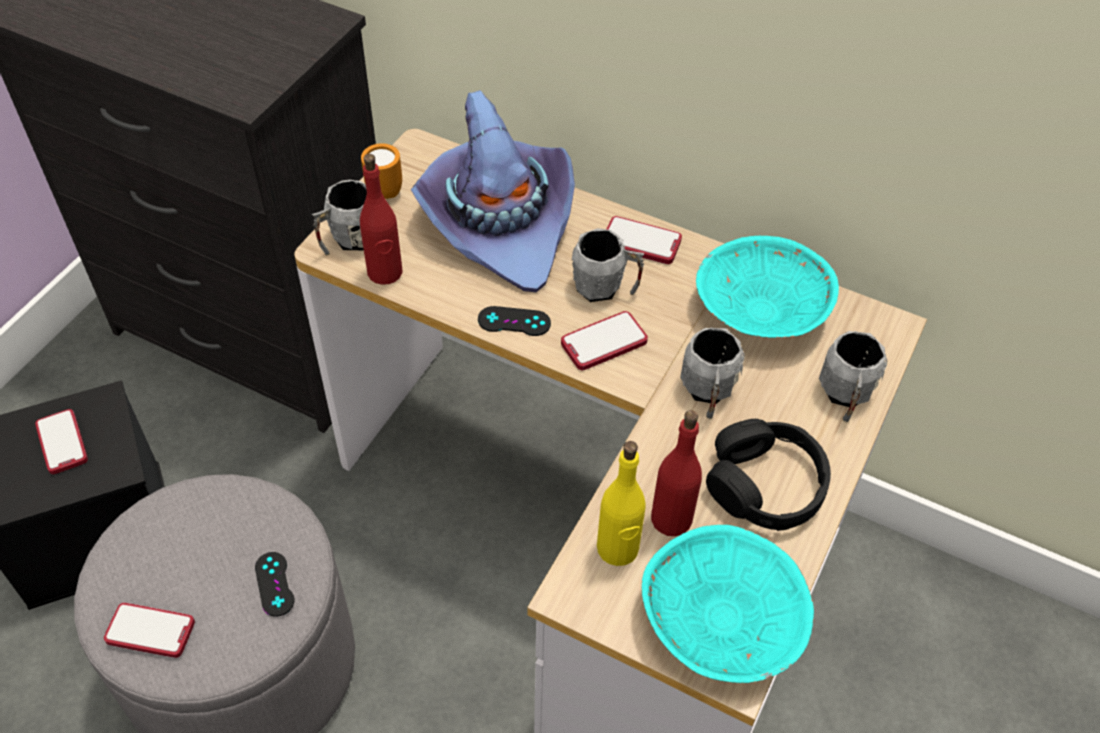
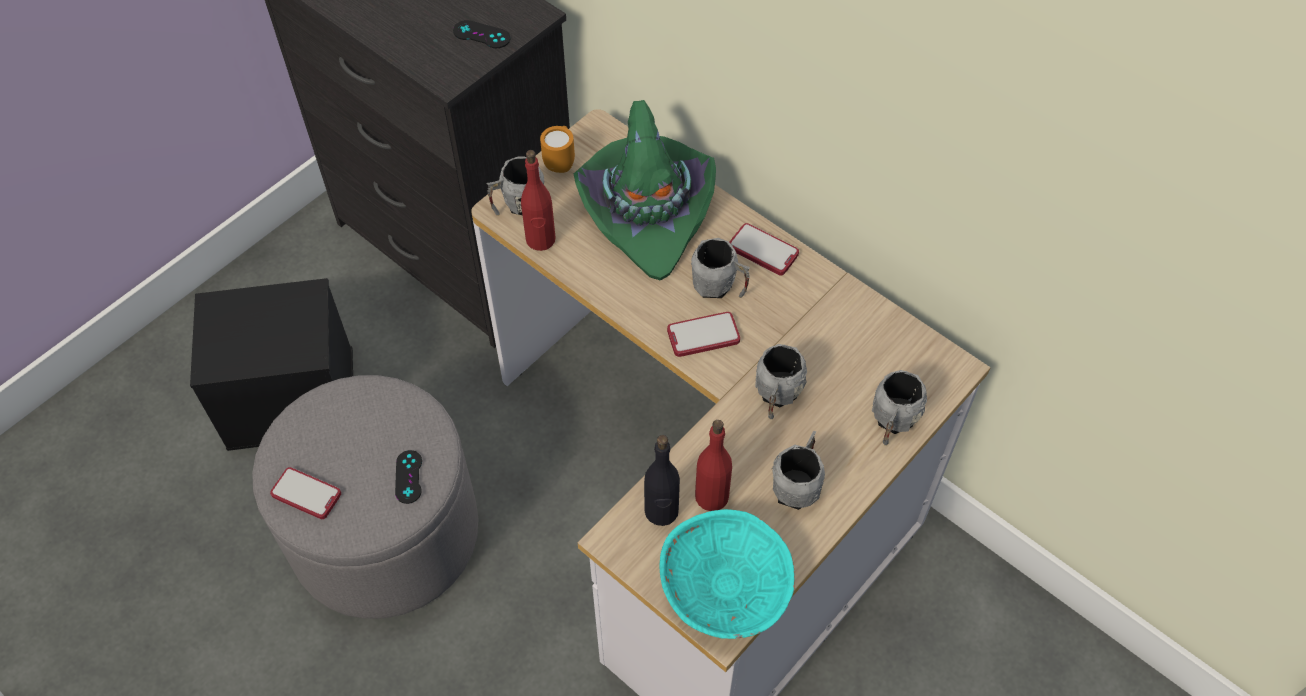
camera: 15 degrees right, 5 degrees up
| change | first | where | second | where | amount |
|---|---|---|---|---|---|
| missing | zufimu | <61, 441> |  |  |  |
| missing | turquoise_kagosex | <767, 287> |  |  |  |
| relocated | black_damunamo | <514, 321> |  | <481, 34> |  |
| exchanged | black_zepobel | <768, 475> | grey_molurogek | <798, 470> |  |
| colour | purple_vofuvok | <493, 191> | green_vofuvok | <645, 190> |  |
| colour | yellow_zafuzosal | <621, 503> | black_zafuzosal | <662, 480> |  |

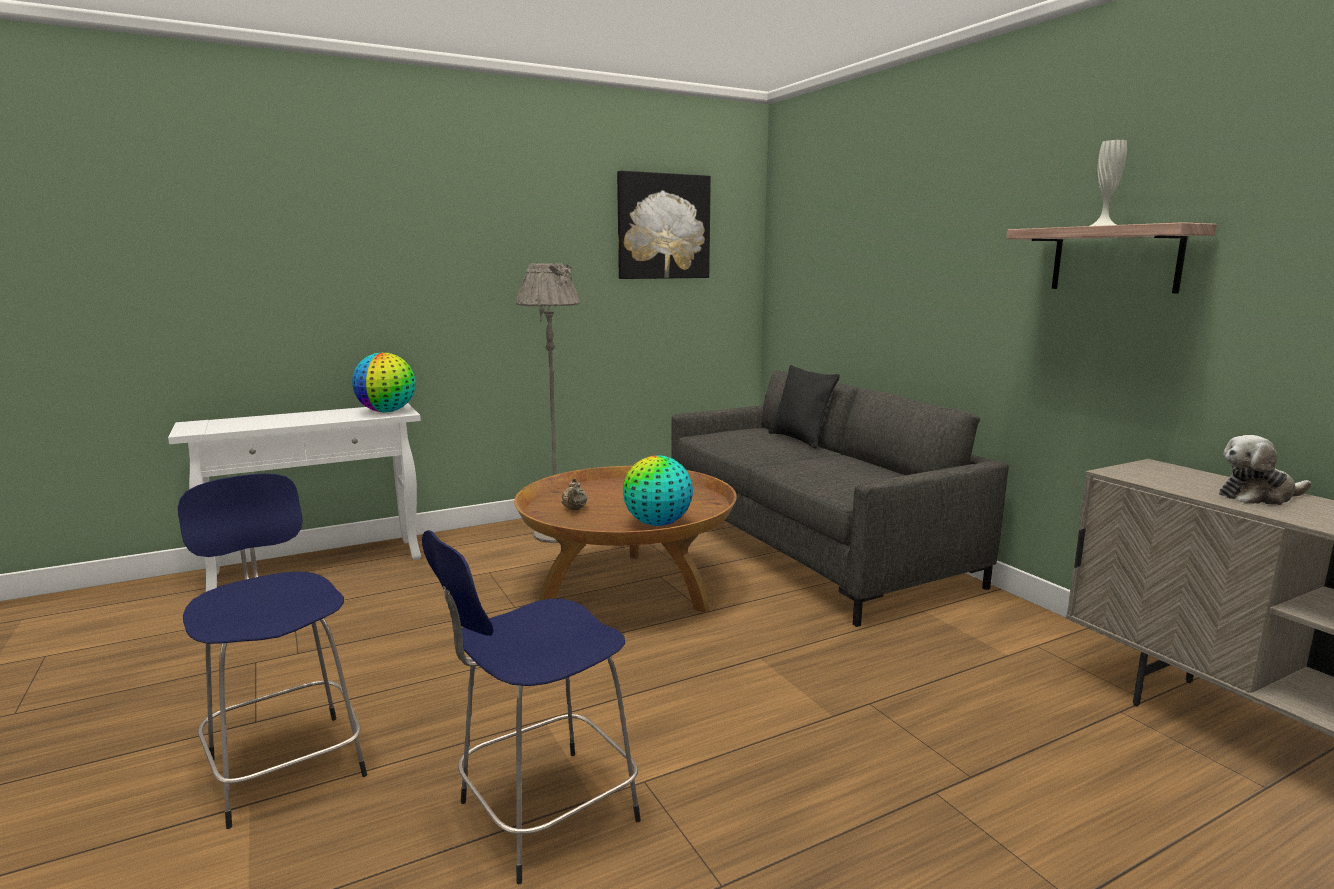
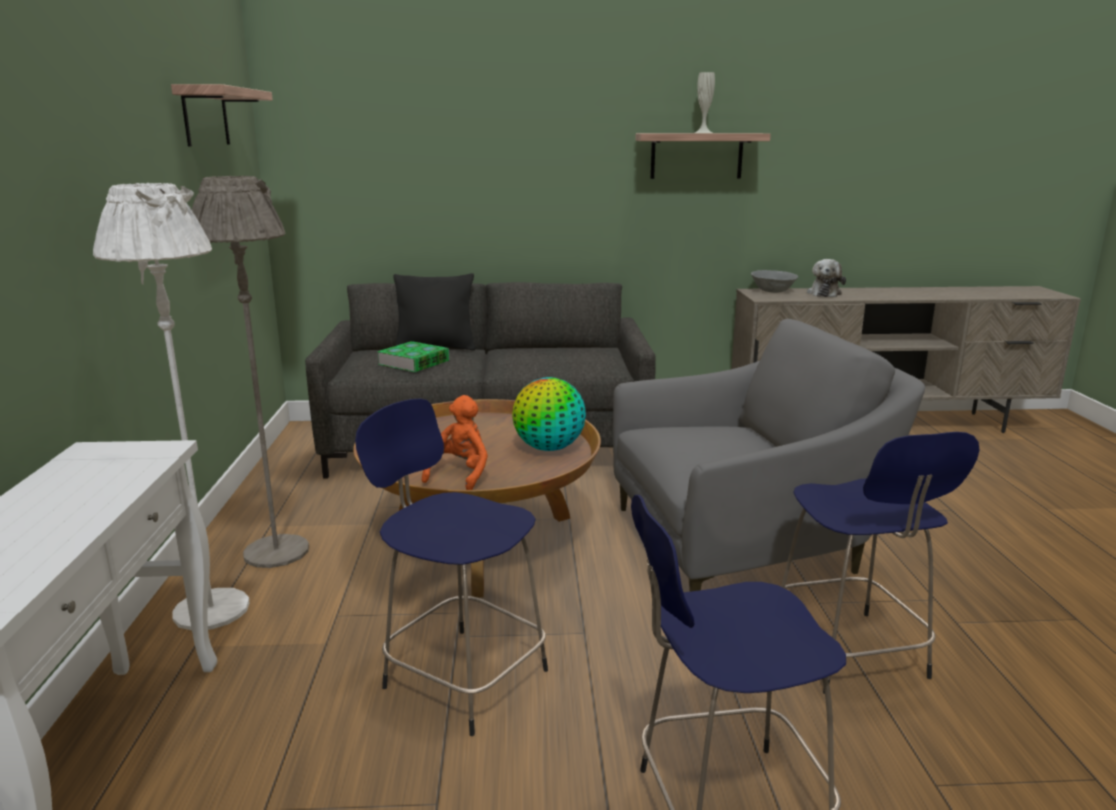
camera: 65 degrees left, 5 degrees up
| change | first | where | second | where | amount |
|---|---|---|---|---|---|
| missing | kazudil | <384, 382> |  |  |  |
| appeared |  |  | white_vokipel | <171, 406> |  |
| appeared |  |  | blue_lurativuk | <451, 567> |  |
| appeared |  |  | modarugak | <413, 356> |  |
| appeared |  |  | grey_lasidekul | <769, 455> |  |
| appeared |  |  | grey_kagosex | <774, 281> |  |
| exchanged | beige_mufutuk | <574, 494> | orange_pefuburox | <455, 442> |  |
| exchanged | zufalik | <664, 225> | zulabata | <222, 115> |  |

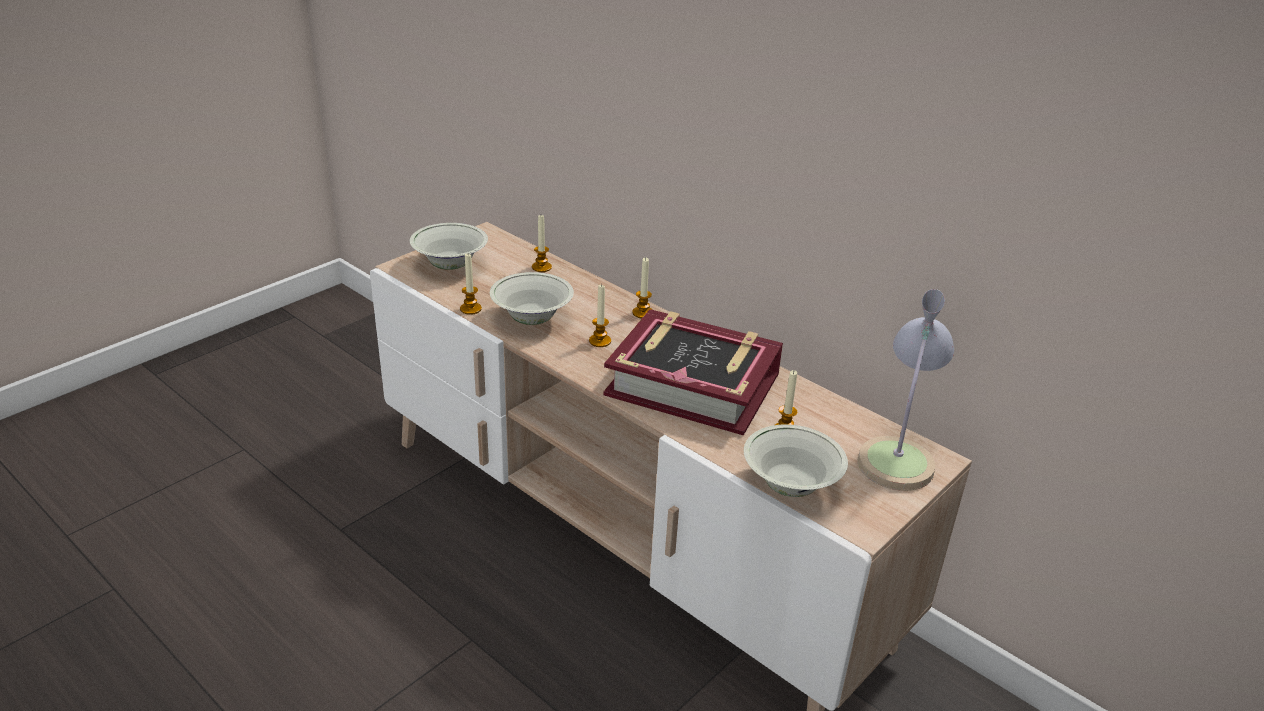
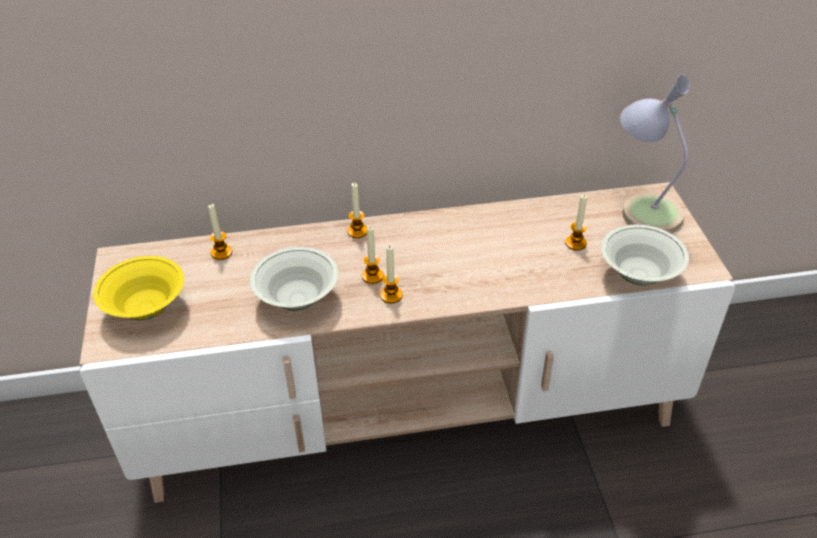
camera: 50 degrees left, 10 degrees up
| change | first | where | second | where | amount |
|---|---|---|---|---|---|
| missing | modarugak | <693, 372> |  |  |  |
| relocated | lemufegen | <471, 284> |  | <391, 274> |  |
| colour | white_kagosex | <449, 246> | yellow_kagosex | <138, 288> |  |

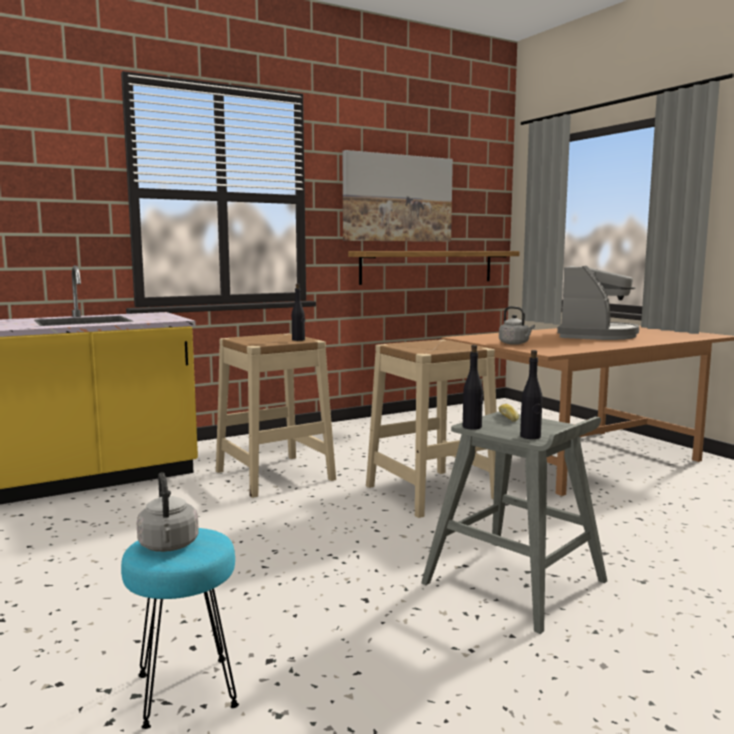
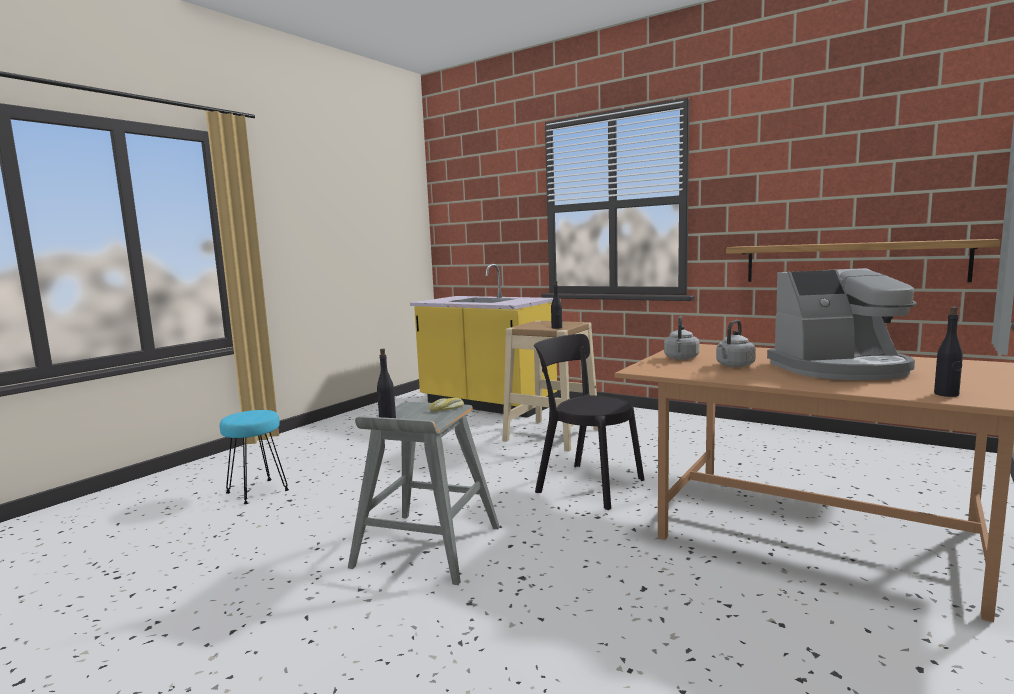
camera: 65 degrees right, 0 degrees up
| change | first | where | second | where | amount |
|---|---|---|---|---|---|
| missing | zufalik | <397, 196> |  |  |  |
| relocated | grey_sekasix | <168, 512> |  | <736, 343> |  |
| relocated | black_zafuzosal | <473, 387> |  | <948, 352> |  |
| exchanged | beige_lurativuk | <431, 429> | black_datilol | <589, 422> |  |

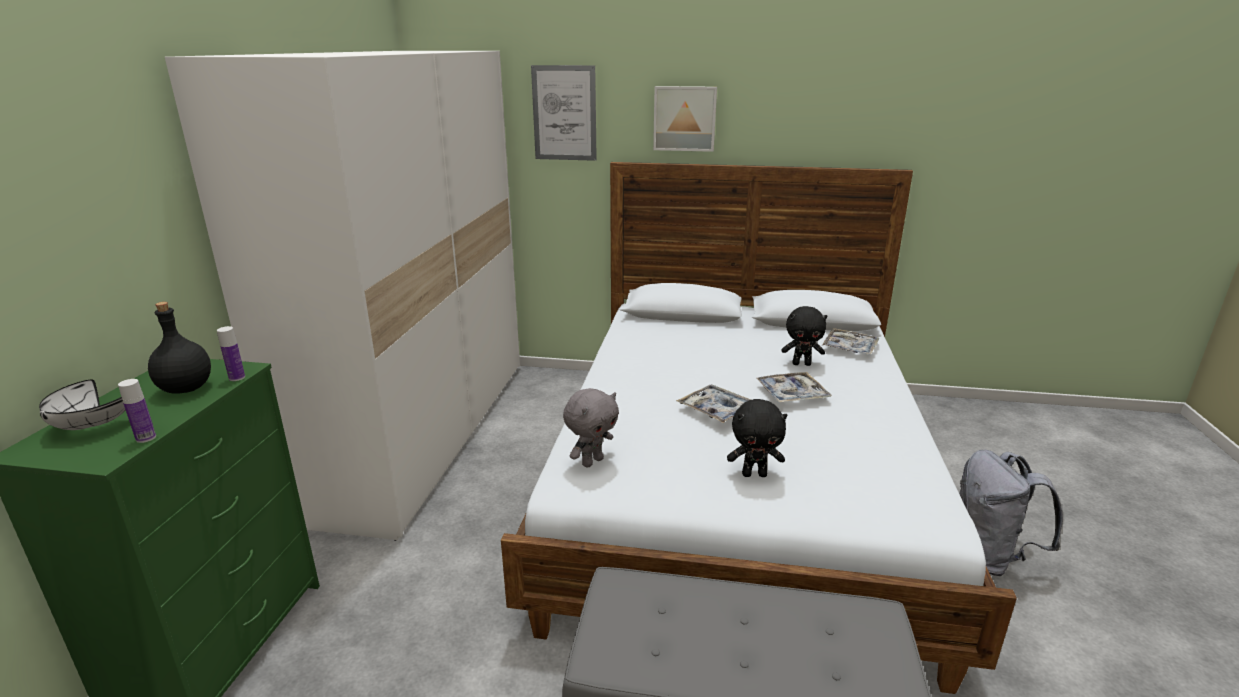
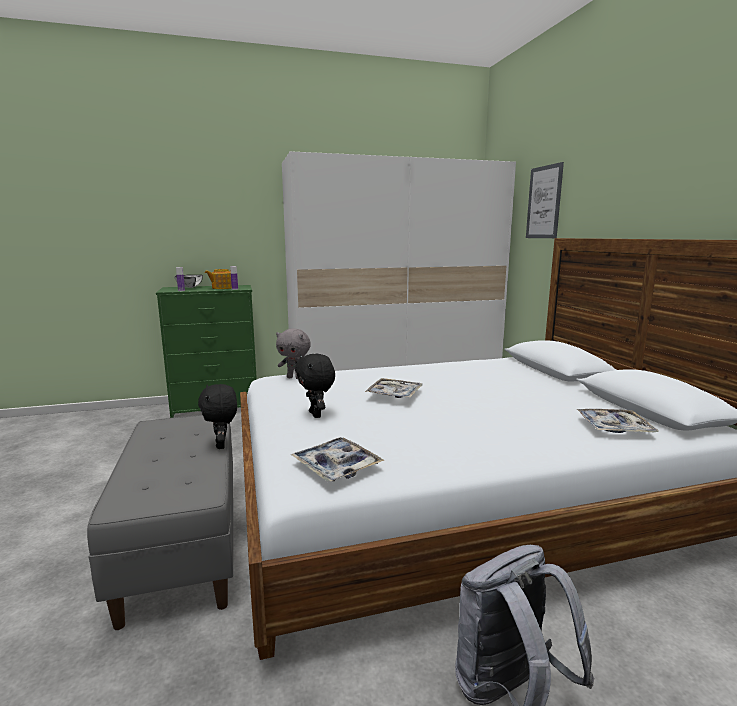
camera: 65 degrees right, 10 degrees down
| change | first | where | second | where | amount |
|---|---|---|---|---|---|
| missing | zufalik | <685, 119> |  |  |  |
| relocated | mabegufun | <794, 387> |  | <337, 459> |  |
| relocated | black_pefuburox | <804, 336> |  | <217, 416> |  |
| exchanged | black_zafuzosal | <179, 348> | mufutuk | <218, 279> |  |

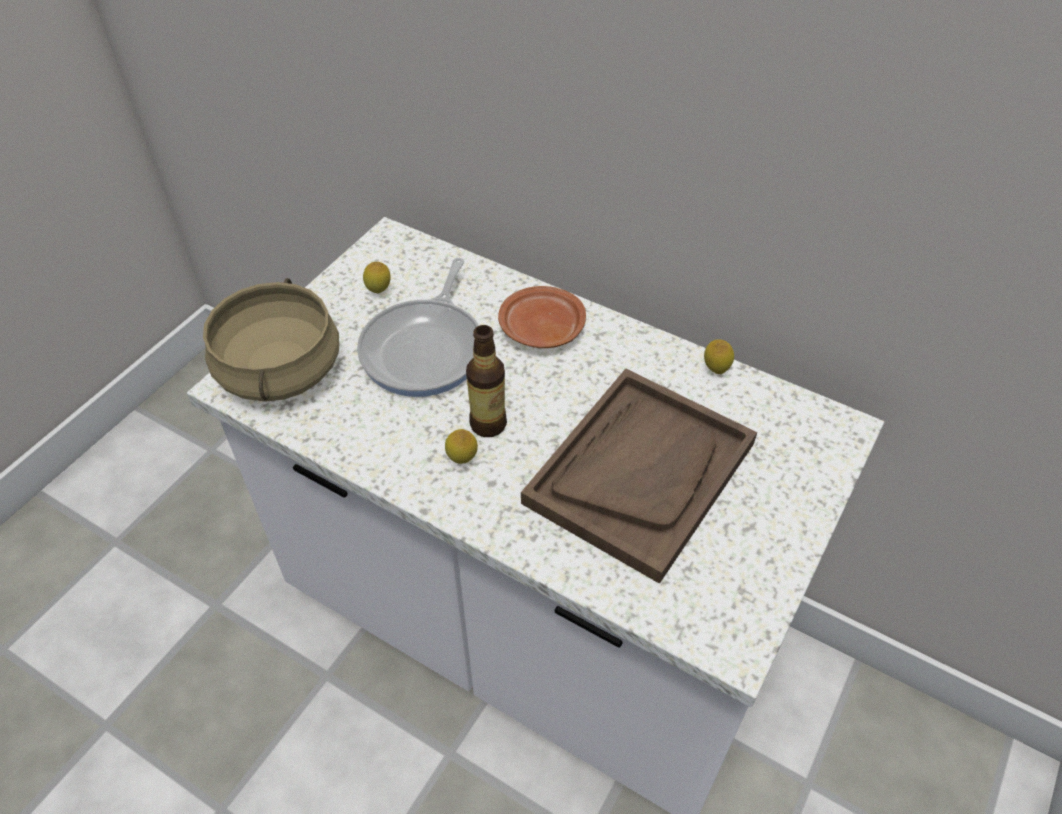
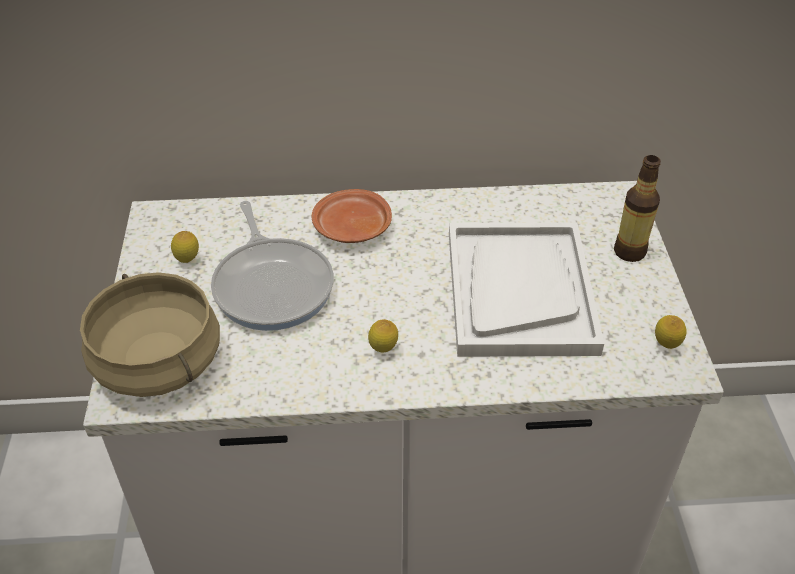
camera: 35 degrees left, 5 degrees down
| change | first | where | second | where | amount |
|---|---|---|---|---|---|
| relocated | zafuzosal | <486, 381> |  | <637, 208> |  |
| relocated | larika | <719, 356> |  | <671, 332> |  |
| colour | brown_mabegufun | <639, 476> | white_mabegufun | <526, 289> |  |

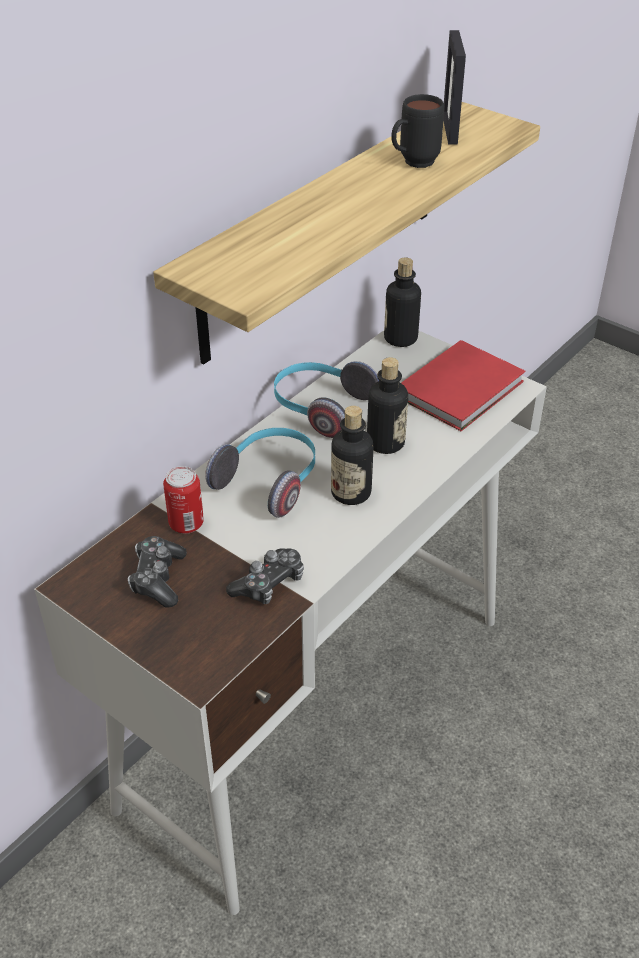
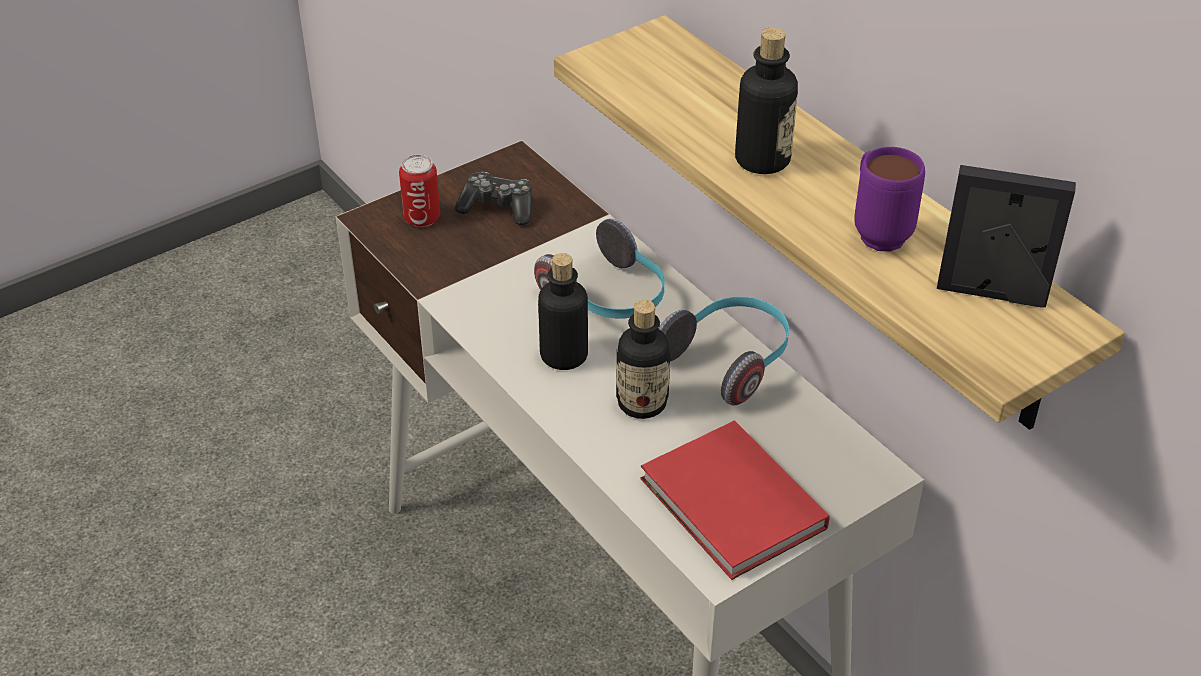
camera: 105 degrees right, 0 degrees up
| change | first | where | second | where | amount |
|---|---|---|---|---|---|
| missing | damunamo | <265, 576> |  |  |  |
| relocated | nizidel | <183, 500> |  | <419, 191> |  |
| relocated | zafuzosal | <402, 302> |  | <766, 100> |  |
| colour | black_molurogek | <417, 131> | purple_molurogek | <889, 199> |  |

